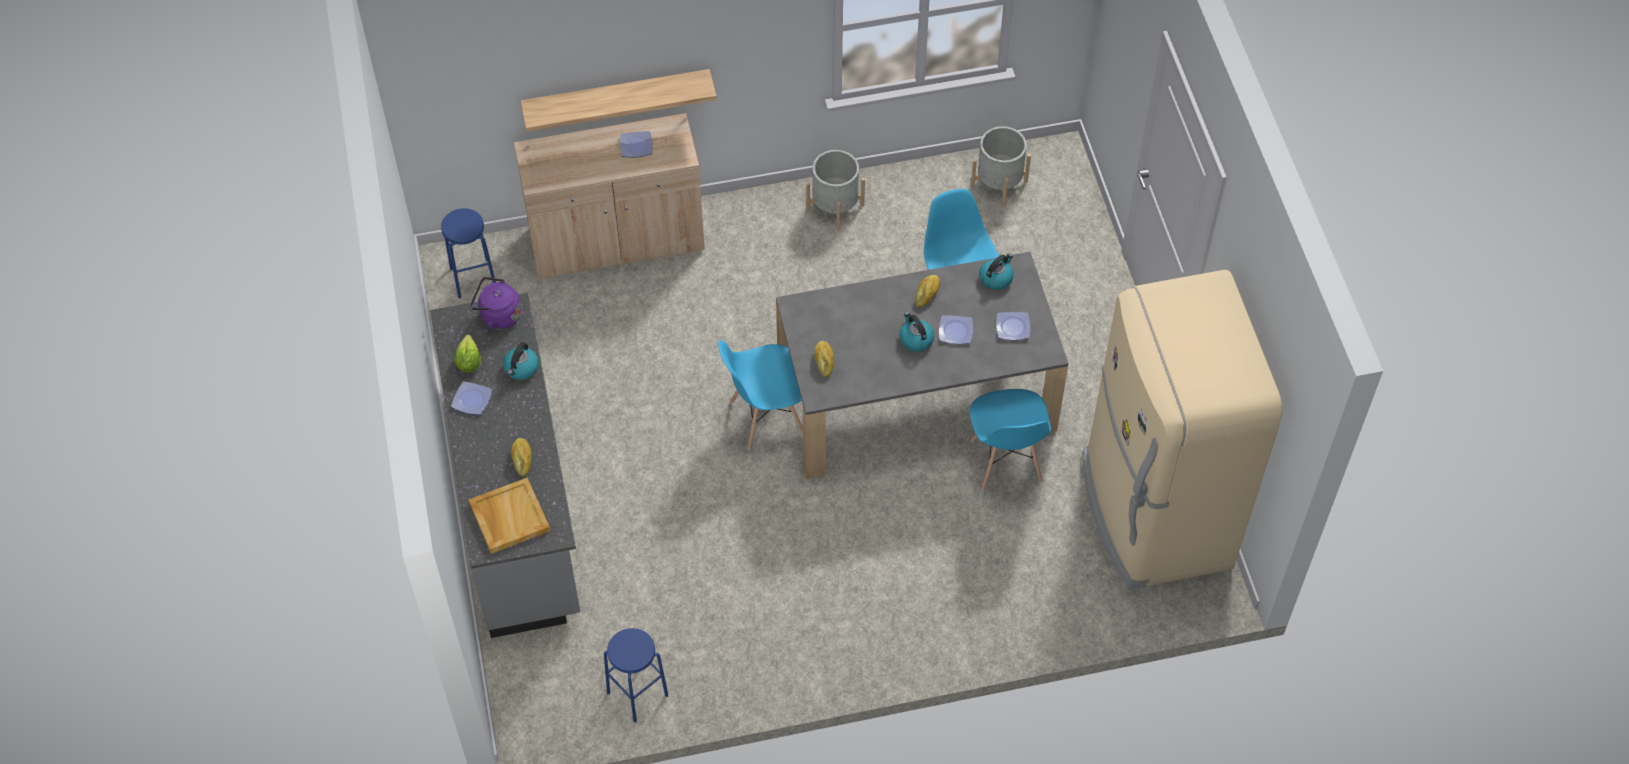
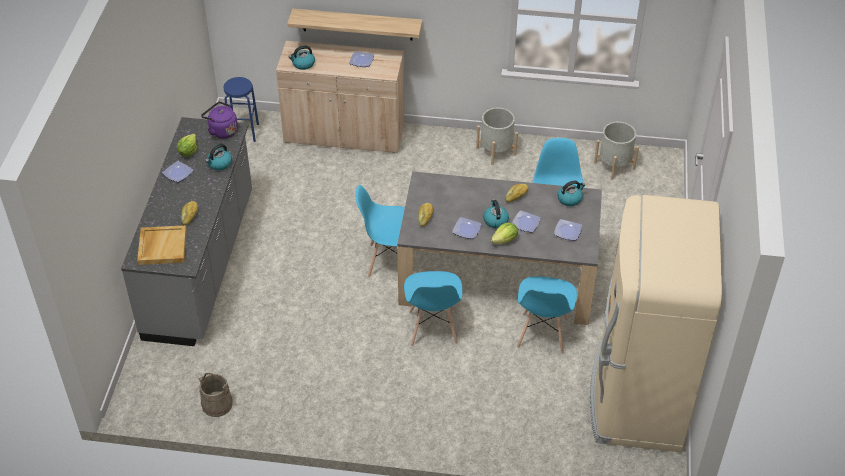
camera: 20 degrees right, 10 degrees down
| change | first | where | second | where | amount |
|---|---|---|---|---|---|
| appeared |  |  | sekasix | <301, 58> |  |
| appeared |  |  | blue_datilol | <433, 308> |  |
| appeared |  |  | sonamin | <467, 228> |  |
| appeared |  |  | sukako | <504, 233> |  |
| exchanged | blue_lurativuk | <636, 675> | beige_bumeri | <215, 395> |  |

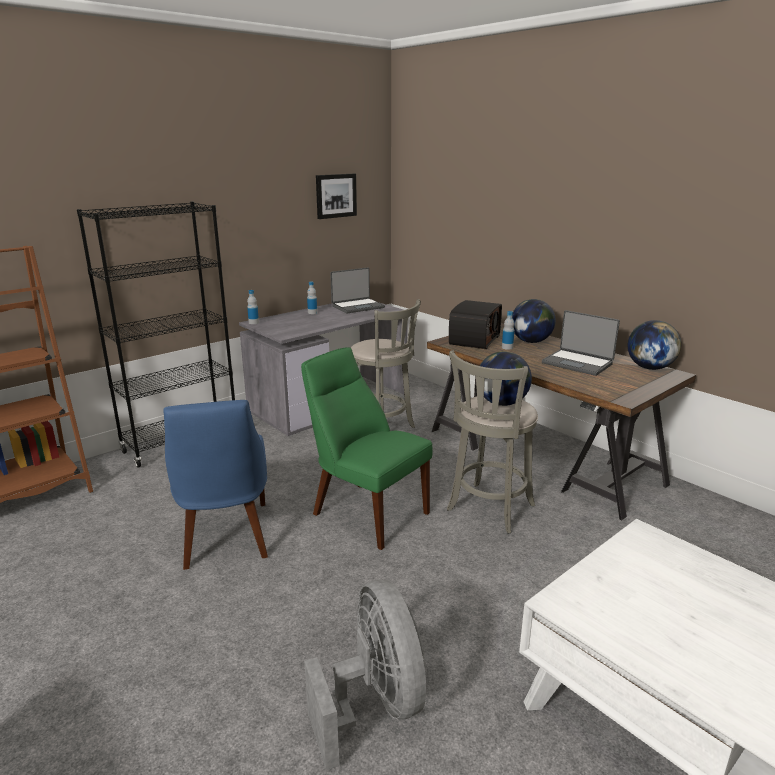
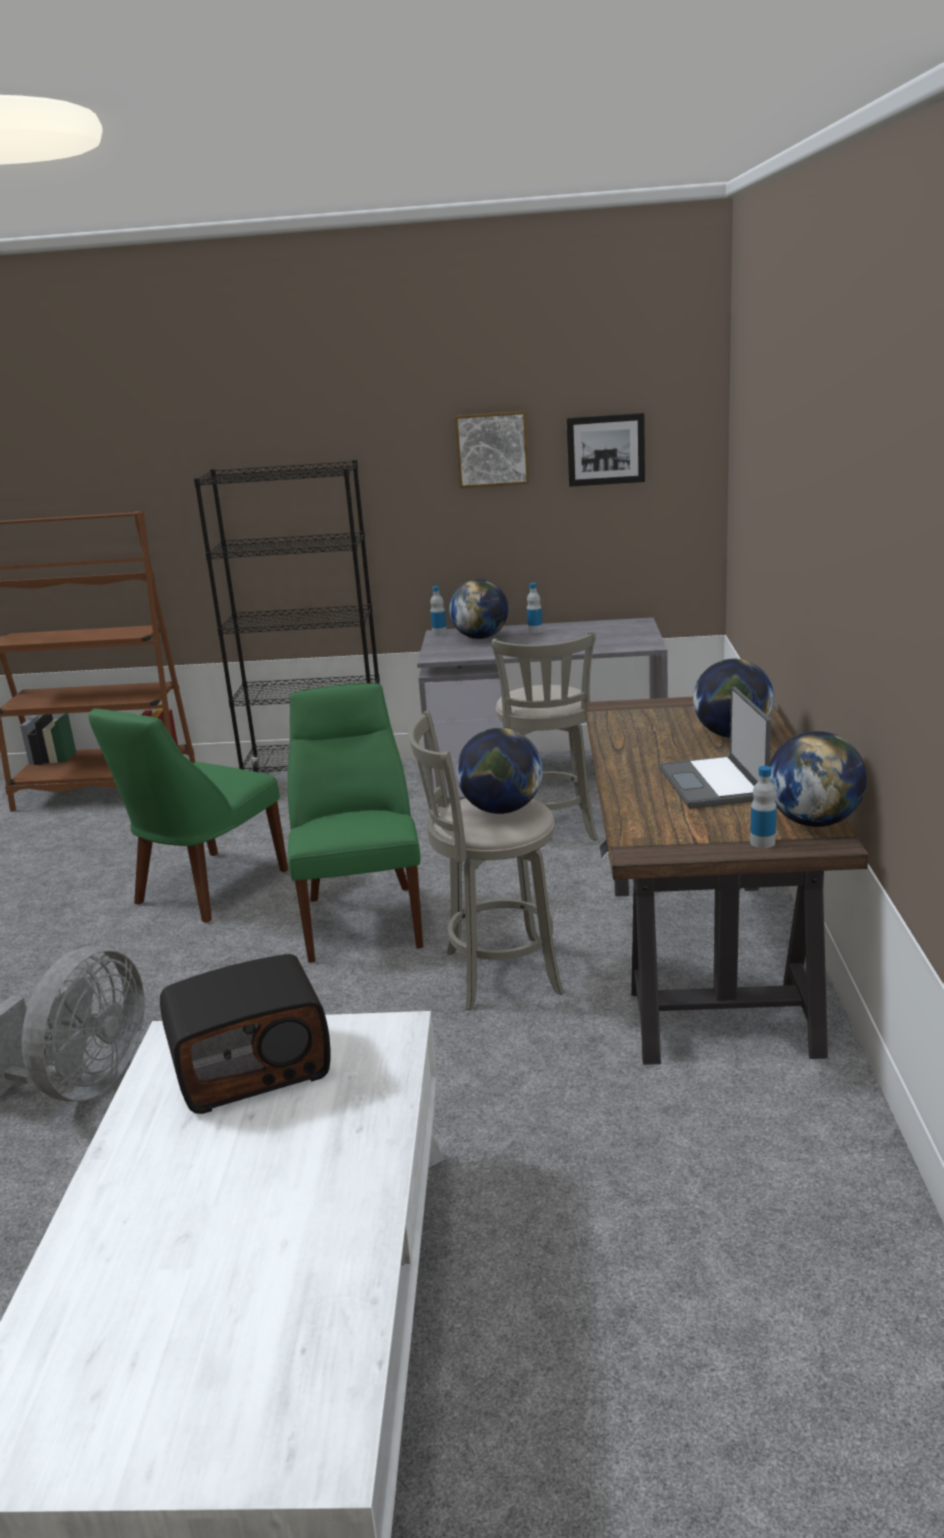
camera: 45 degrees right, 0 degrees up
| change | first | where | second | where | amount |
|---|---|---|---|---|---|
| missing | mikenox | <357, 290> |  |  |  |
| appeared |  |  | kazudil | <478, 609> |  |
| appeared |  |  | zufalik | <492, 449> |  |
| relocated | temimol | <475, 324> |  | <245, 1034> |  |
| relocated | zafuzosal | <508, 330> |  | <763, 807> |  |
| colour | blue_datilol | <215, 485> | green_datilol | <188, 816> |  |

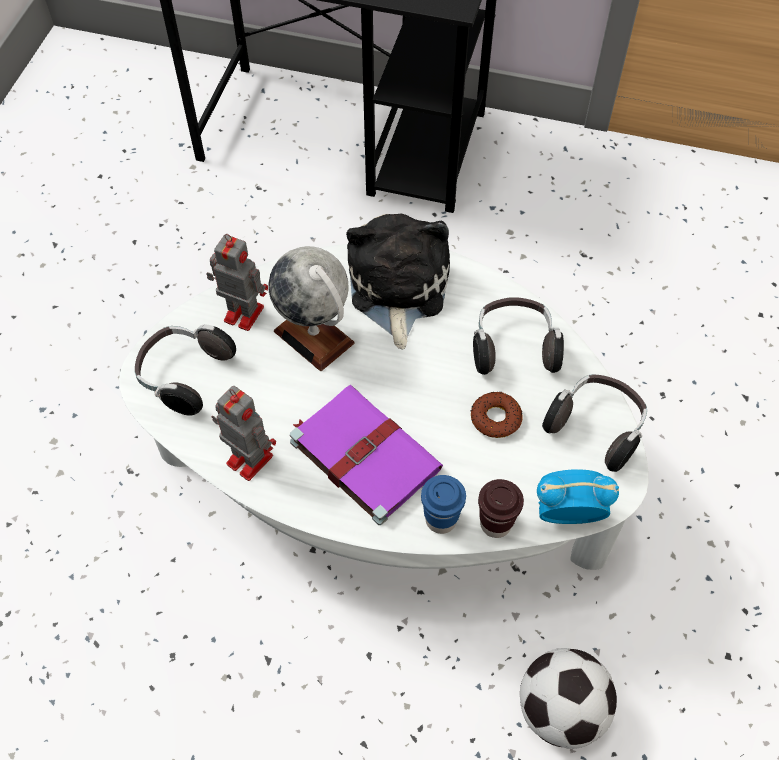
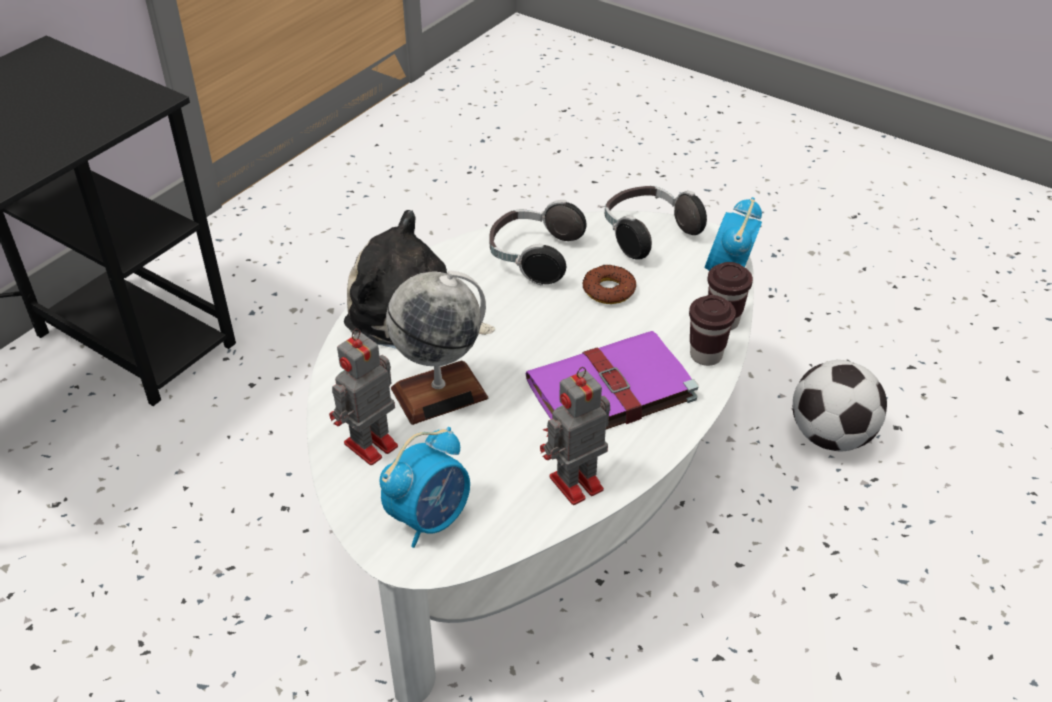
camera: 70 degrees left, 15 degrees down
| change | first | where | second | where | amount |
|---|---|---|---|---|---|
| exchanged | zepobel | <185, 370> | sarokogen | <425, 487> |  |
| colour | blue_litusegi | <443, 504> | brown_litusegi | <712, 330> |  |

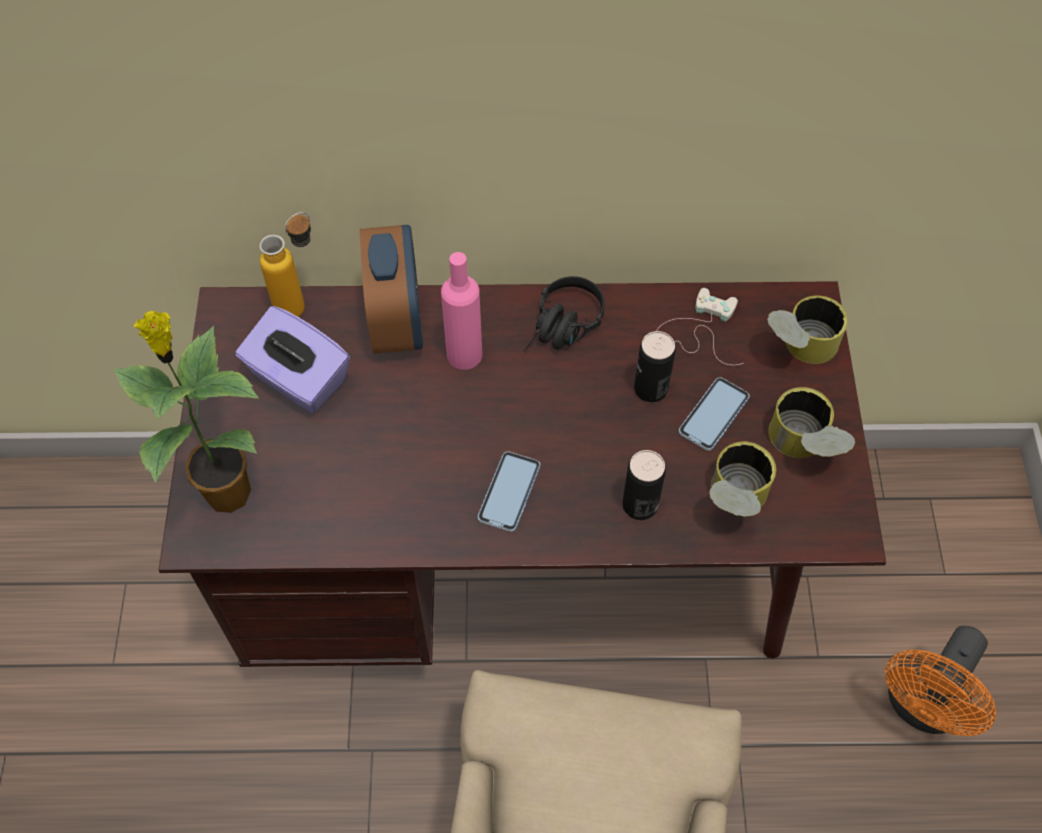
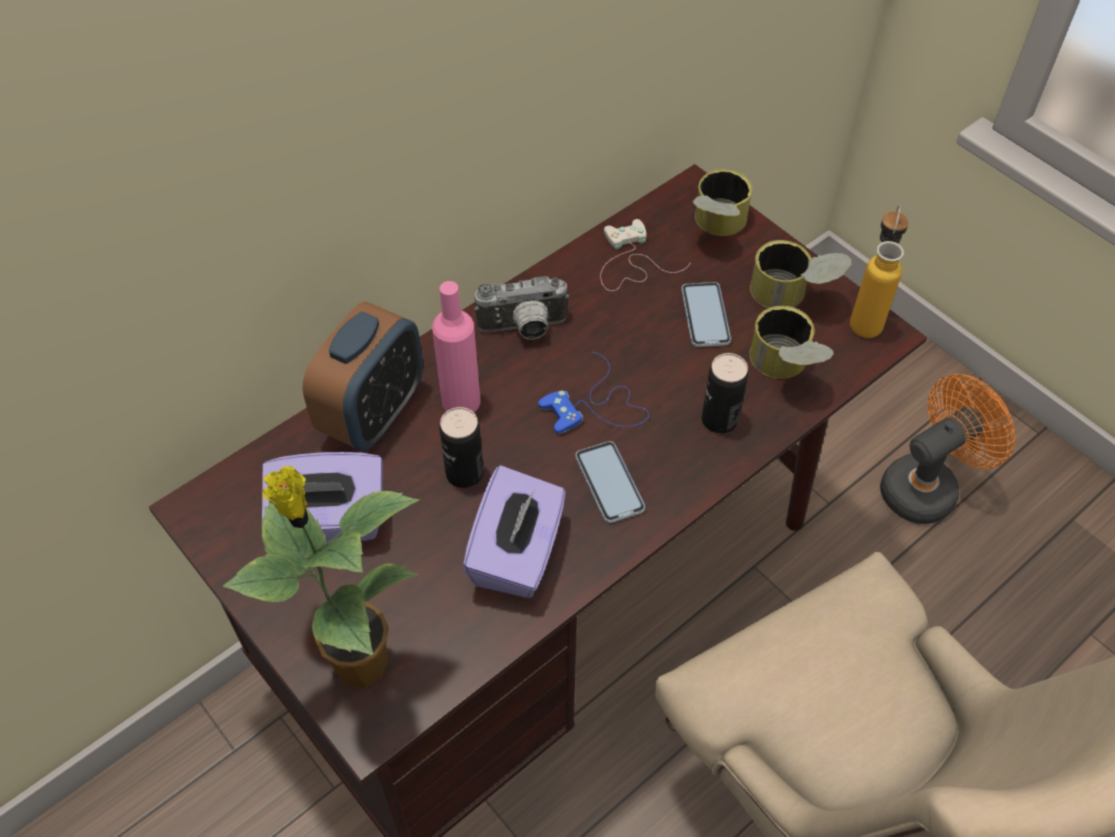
camera: 40 degrees left, 5 degrees down
| change | first | where | second | where | amount |
|---|---|---|---|---|---|
| appeared |  |  | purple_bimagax | <514, 531> |  |
| appeared |  |  | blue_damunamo | <593, 393> |  |
| relocated | zafuzosal | <285, 264> |  | <879, 271> |  |
| relocated | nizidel | <655, 366> |  | <461, 447> |  |
| exchanged | black_zepobel | <564, 314> | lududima | <522, 308> |  |
| spun | sarokogen | <391, 289> |  | <363, 376> | 75 degrees clockwise |
| spun | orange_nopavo | <940, 681> |  | <947, 449> | 120 degrees counterclockwise |

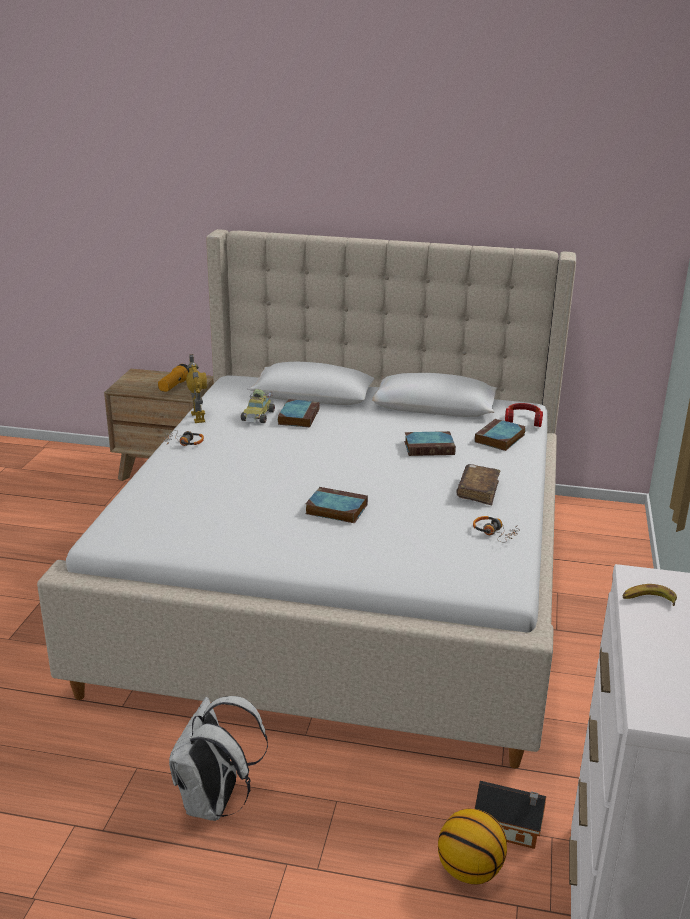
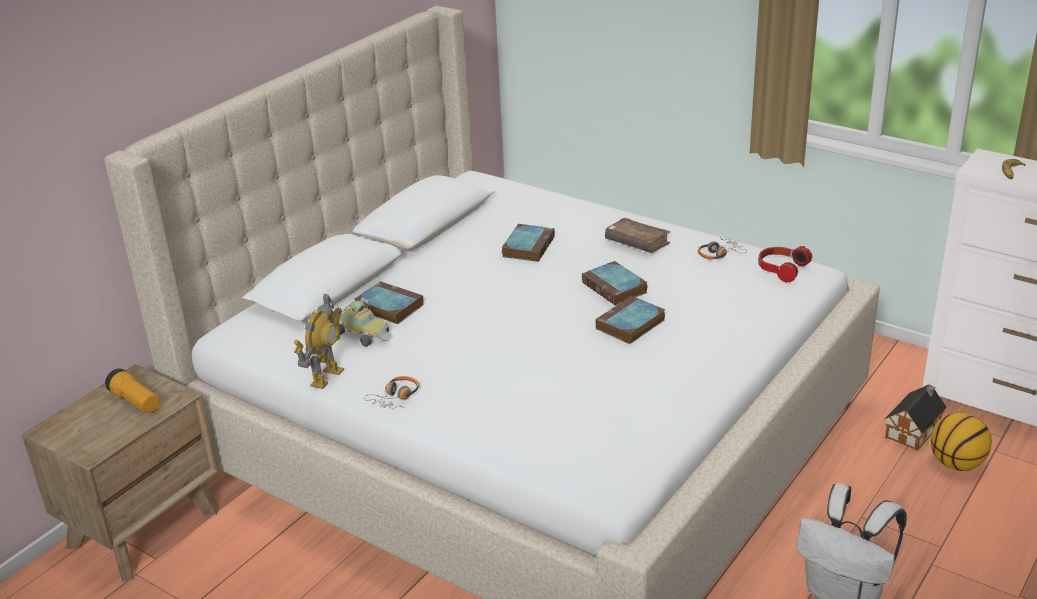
camera: 65 degrees left, 5 degrees up
| change | first | where | second | where | amount |
|---|---|---|---|---|---|
| relocated | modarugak | <500, 434> |  | <615, 283> |  |
| relocated | zepobel | <524, 415> |  | <785, 264> |  |
| spun | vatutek | <196, 388> |  | <319, 341> | 105 degrees clockwise |

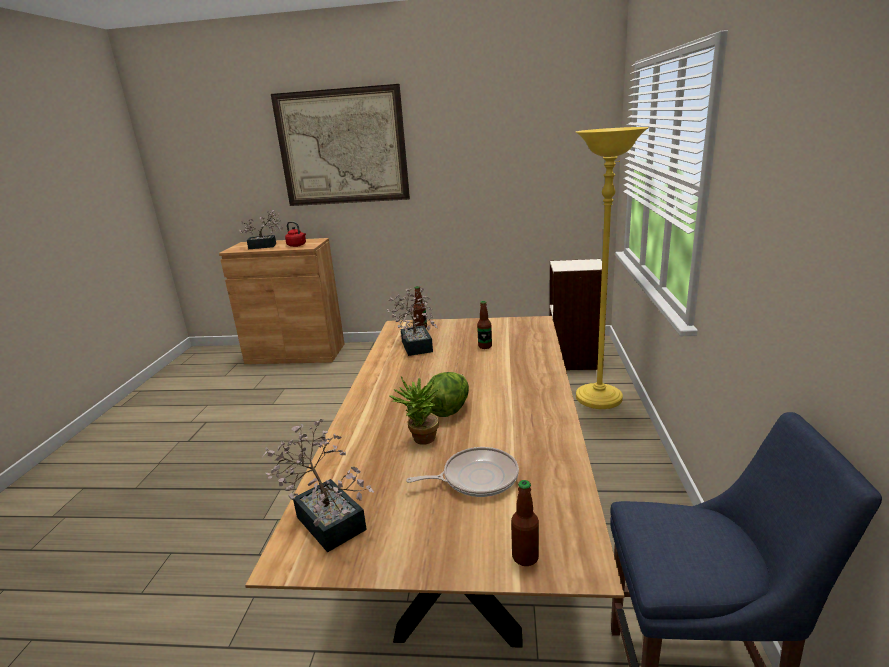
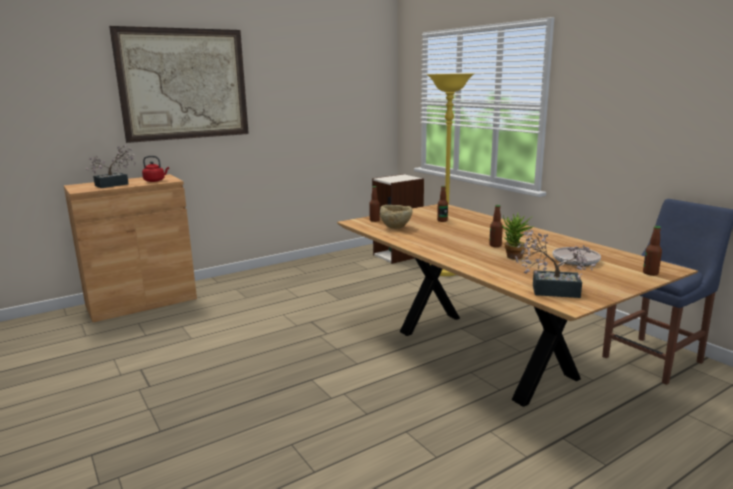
camera: 40 degrees left, 5 degrees down
| change | first | where | second | where | amount |
|---|---|---|---|---|---|
| exchanged | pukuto | <412, 322> | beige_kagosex | <396, 217> |  |
| exchanged | sukako | <446, 394> | zafuzosal | <496, 226> |  |

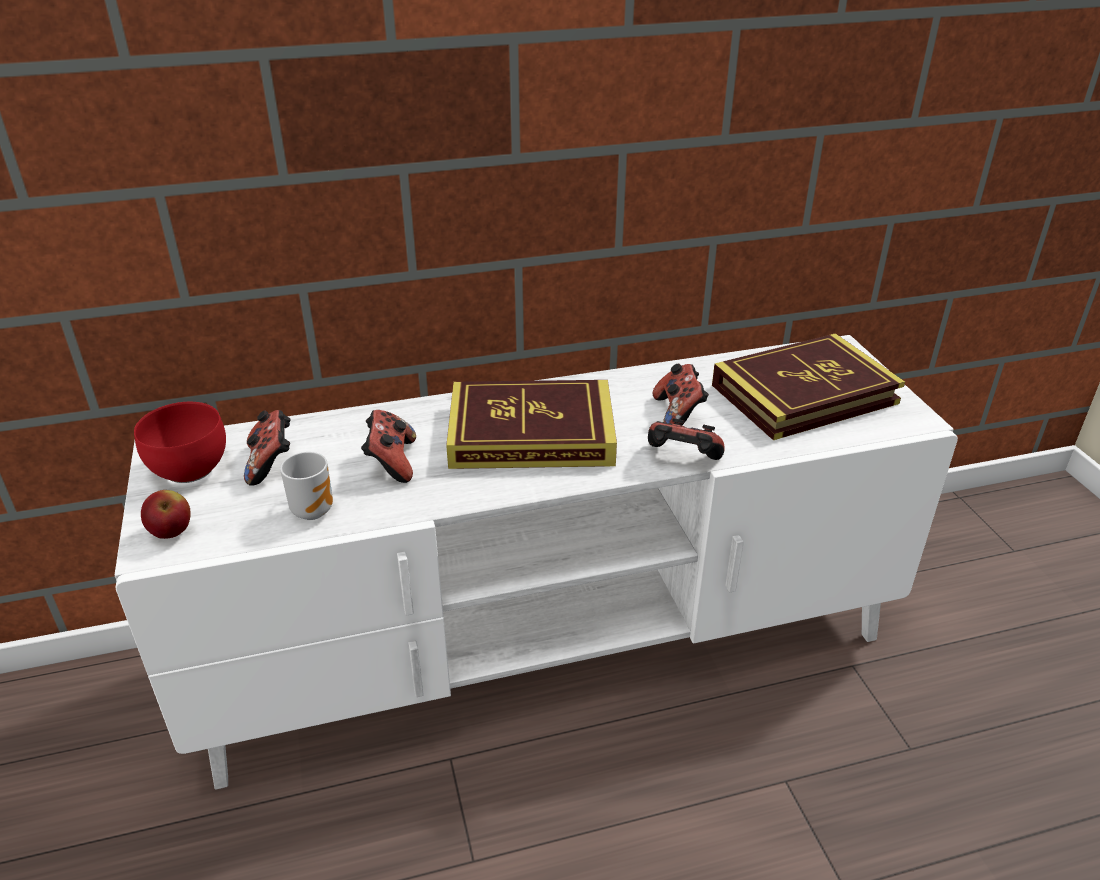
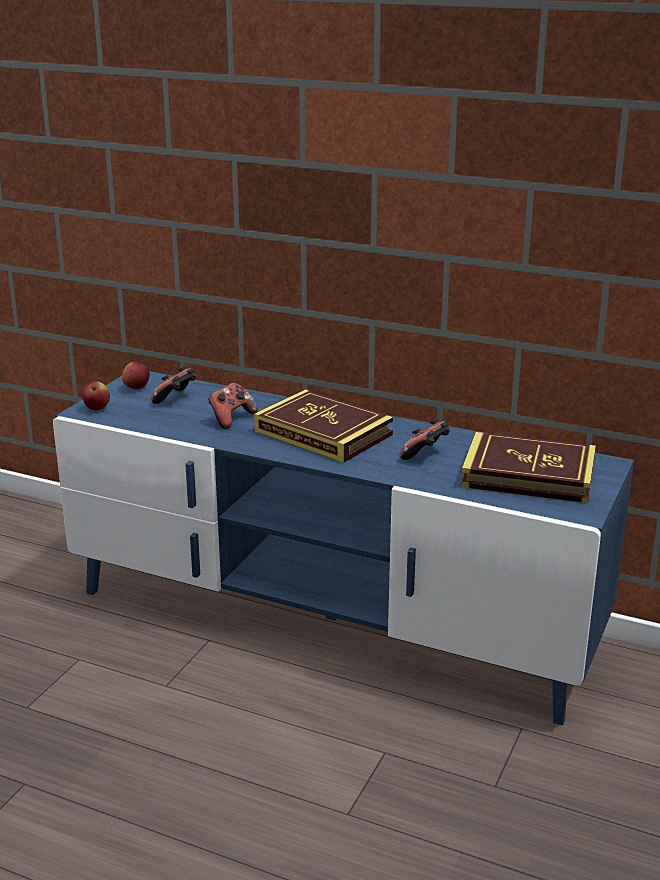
camera: 40 degrees right, 10 degrees down
| change | first | where | second | where | amount |
|---|---|---|---|---|---|
| missing | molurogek | <306, 486> |  |  |  |
| missing | damunamo | <686, 439> |  |  |  |
| exchanged | red_kagosex | <180, 442> | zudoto | <136, 376> |  |
| colour | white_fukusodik | <536, 562> | blue_fukusodik | <343, 548> |  |

